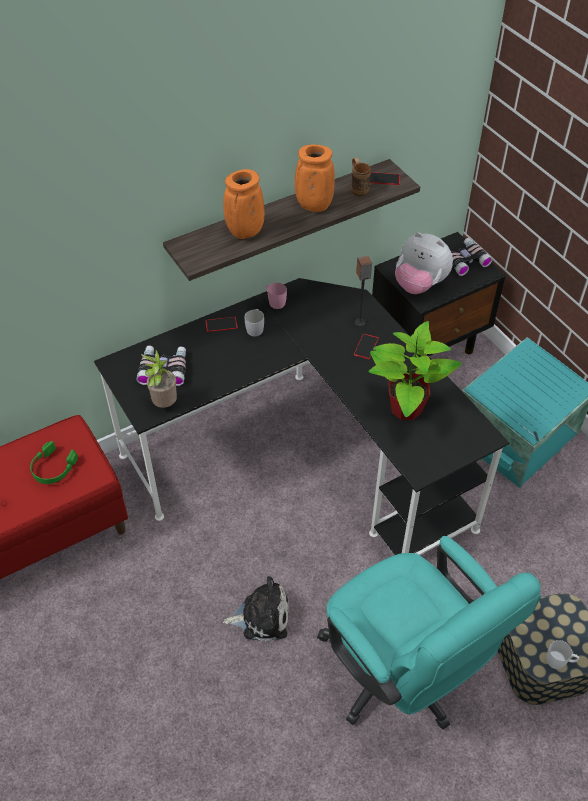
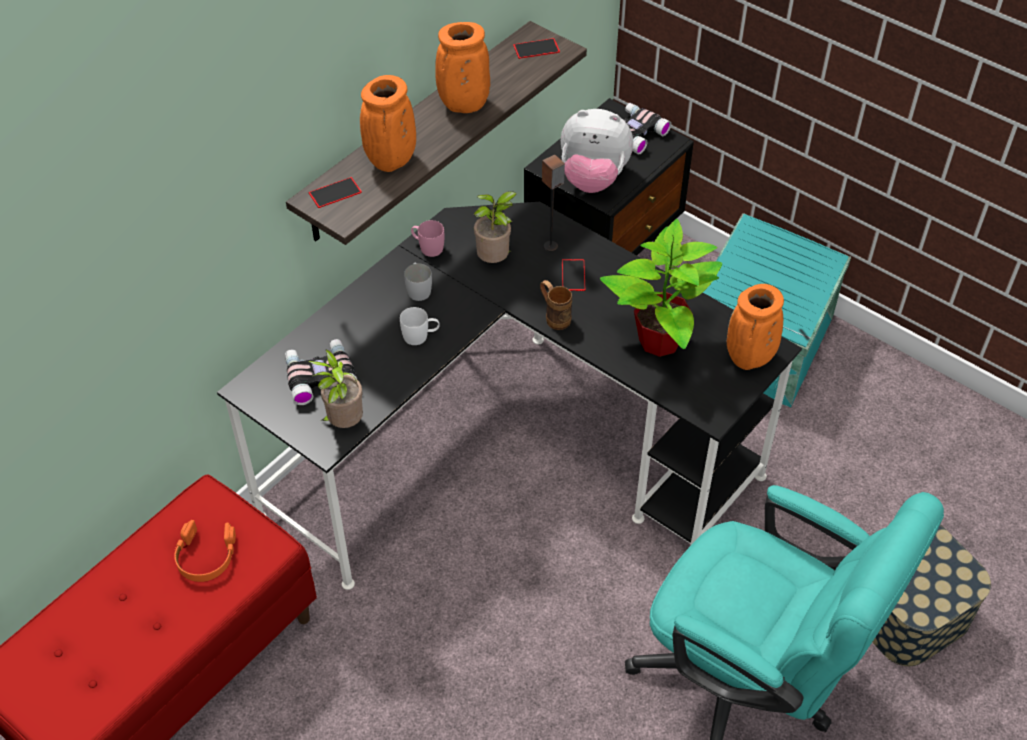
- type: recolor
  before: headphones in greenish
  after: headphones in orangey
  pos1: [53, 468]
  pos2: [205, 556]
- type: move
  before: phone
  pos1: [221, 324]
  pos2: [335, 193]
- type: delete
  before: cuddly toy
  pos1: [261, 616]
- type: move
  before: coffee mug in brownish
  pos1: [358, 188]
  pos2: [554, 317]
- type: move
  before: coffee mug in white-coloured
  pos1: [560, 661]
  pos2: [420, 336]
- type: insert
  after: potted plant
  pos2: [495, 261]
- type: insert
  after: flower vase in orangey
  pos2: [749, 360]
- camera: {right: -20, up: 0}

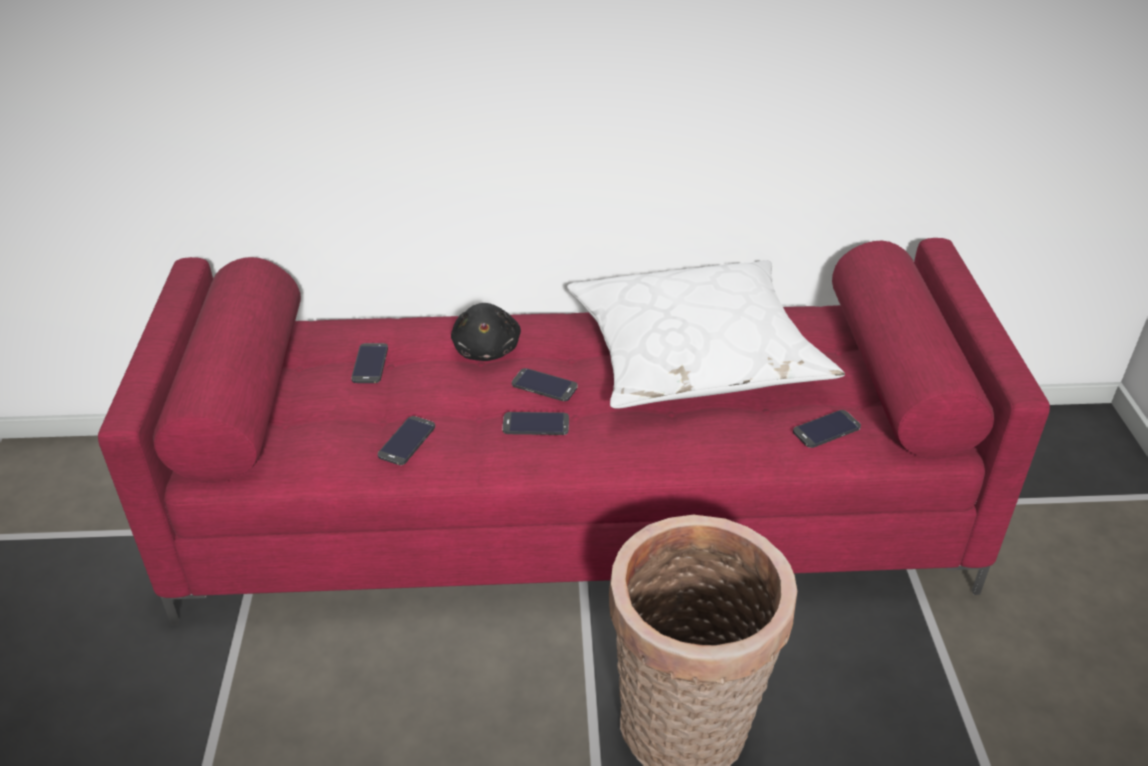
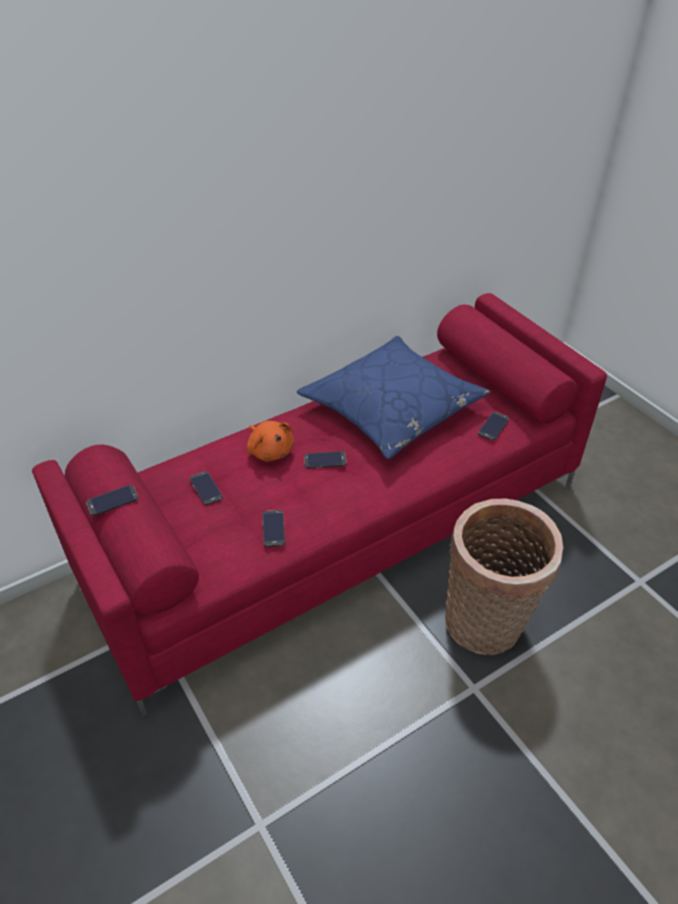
- type: recolor
  before: cuddly toy in black-coloured
  after: cuddly toy in orangey
  pos1: [487, 349]
  pos2: [270, 450]
- type: move
  before: phone
  pos1: [536, 424]
  pos2: [112, 500]
- type: recolor
  before: cushion in white-coloured
  after: cushion in blue
  pos1: [695, 354]
  pos2: [392, 408]
- camera: {right: -30, up: 5}

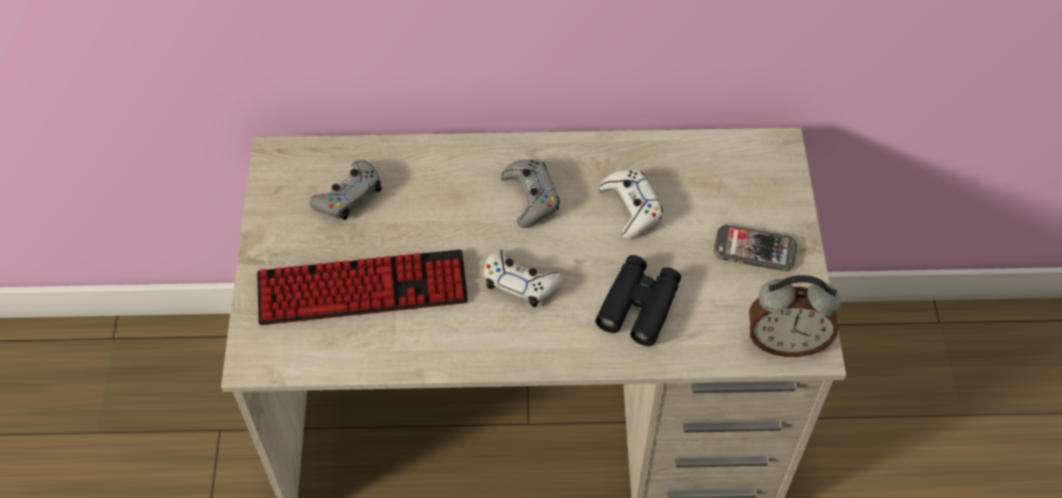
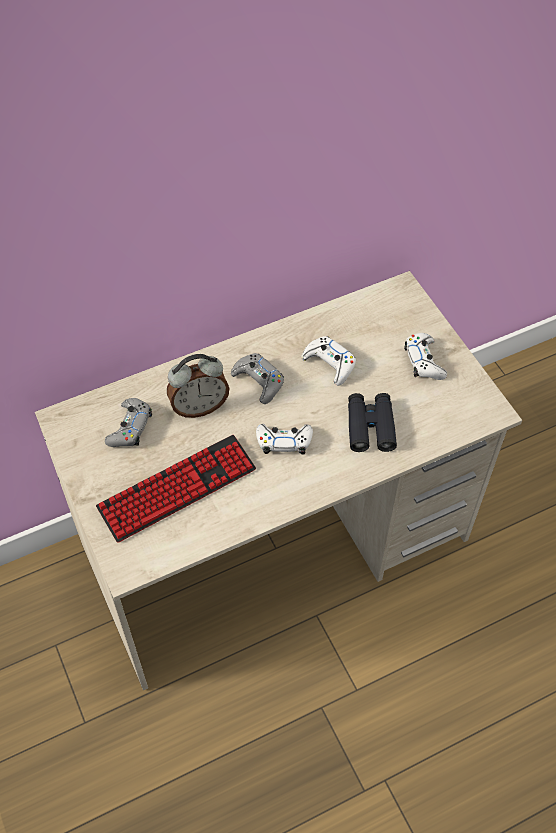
- type: replace
  before: phone
  after: joypad in white-coloured
  pos1: [755, 249]
  pos2: [424, 361]
- type: move
  before: alarm clock
  pos1: [785, 342]
  pos2: [199, 406]
- camera: {right: -25, up: 0}

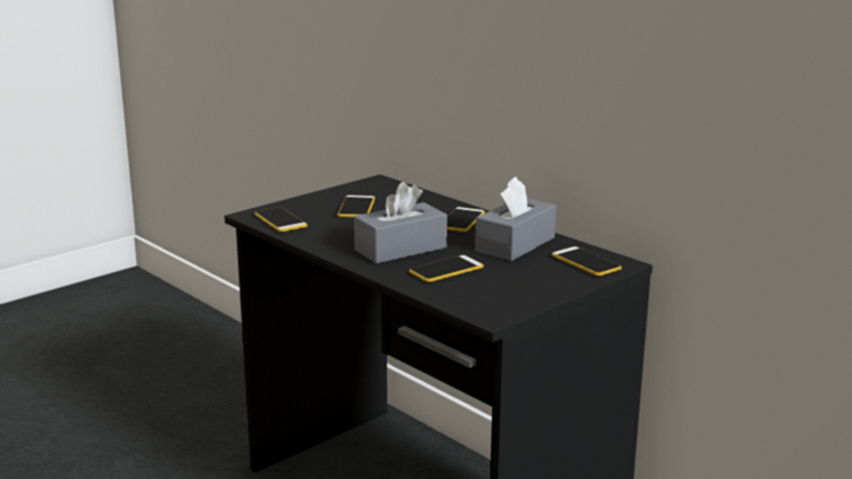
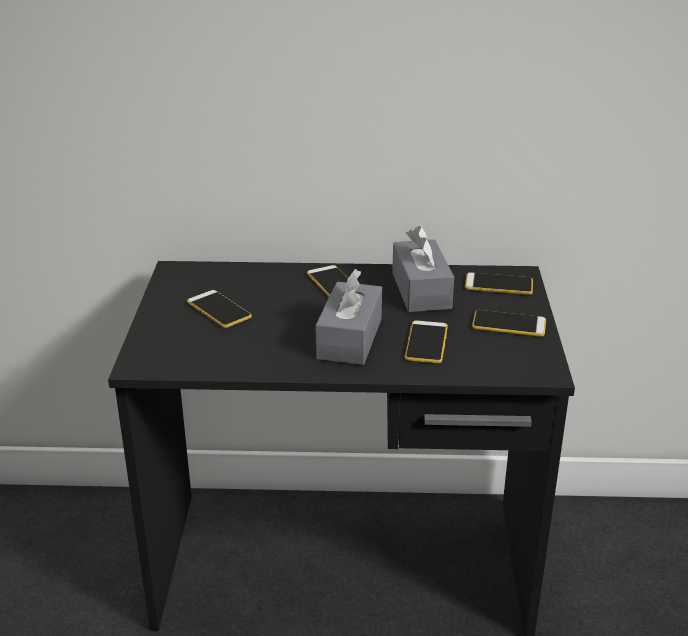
- type: move
  before: phone
  pos1: [280, 220]
  pos2: [509, 324]
- camera: {right: -45, up: 10}

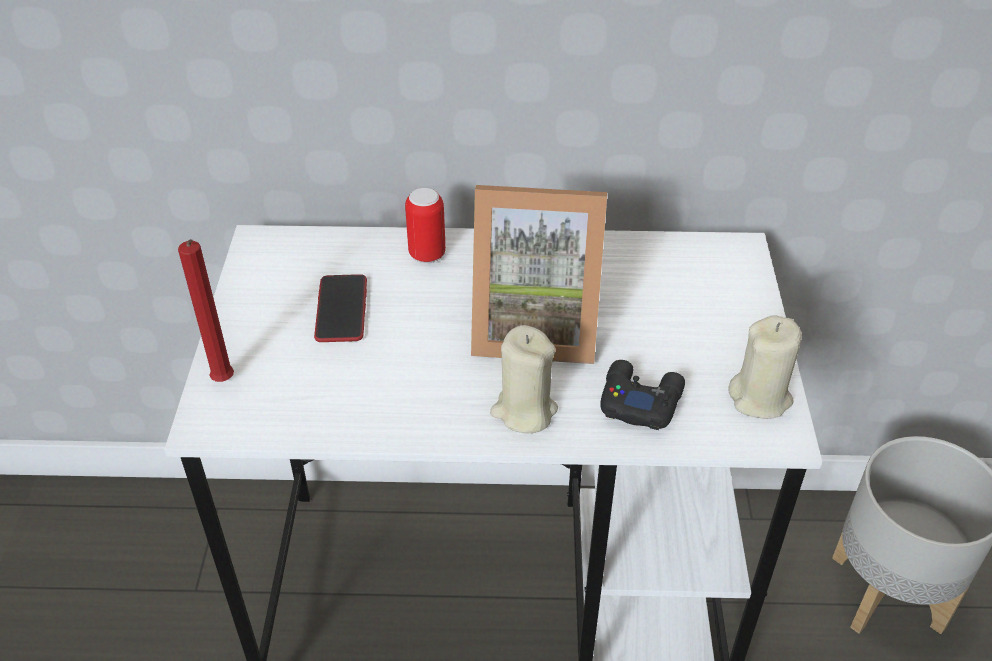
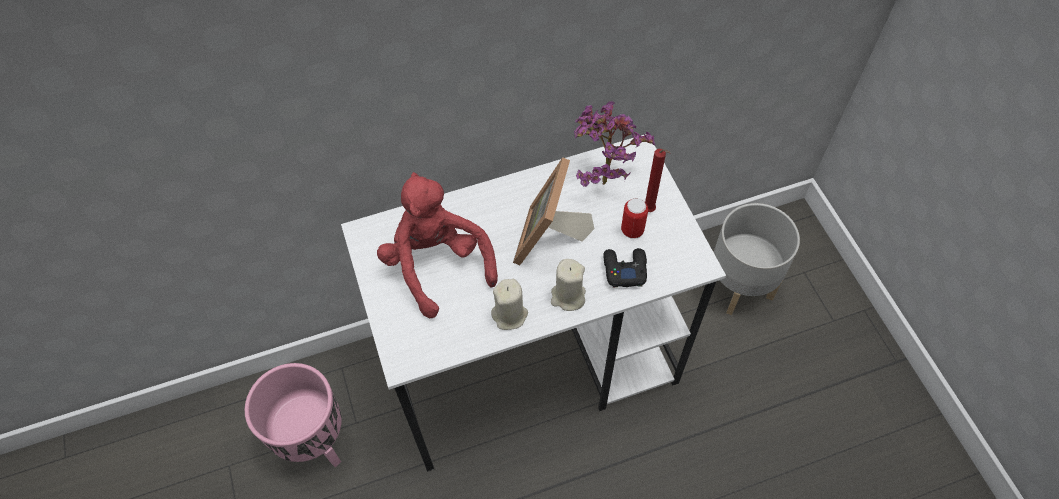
- type: move
  before: wax light in red-coloured
  pos1: [224, 383]
  pos2: [650, 211]
- type: replace
  before: phone
  after: cuddly toy in red-coloured
  pos1: [341, 309]
  pos2: [437, 264]
- type: move
  before: sealed can
  pos1: [427, 254]
  pos2: [632, 230]
- type: rotate
  before: standing frame
  pos1: [535, 327]
  pos2: [550, 240]
  turn: 120
- type: move
  before: wax light in beige
  pos1: [760, 398]
  pos2: [510, 315]
- type: insert
  after: planter in pink
  pos2: [316, 441]
- type: insert
  after: potted plant
  pos2: [603, 176]
- camera: {right: -20, up: 15}

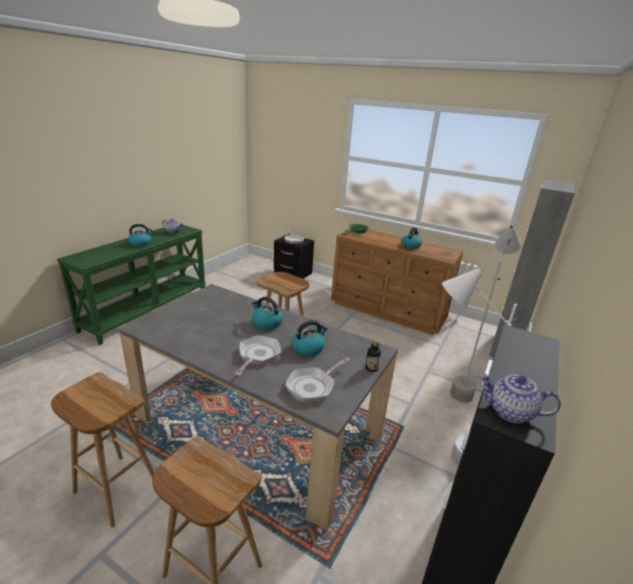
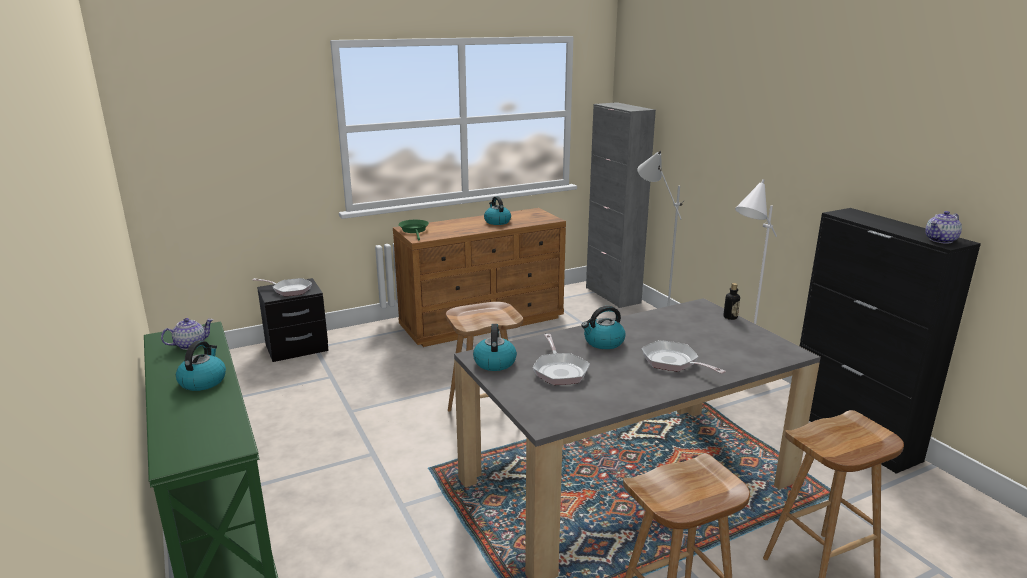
- type: move
  before: pan
  pos1: [313, 386]
  pos2: [559, 370]
- type: move
  before: kettle
  pos1: [308, 348]
  pos2: [494, 362]
- camera: {right: -55, up: -5}

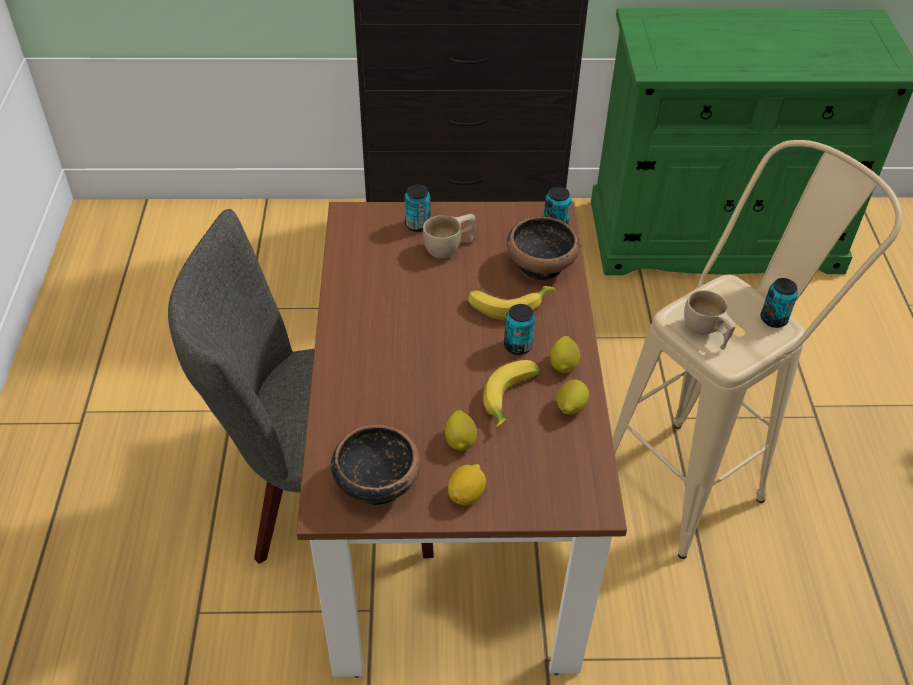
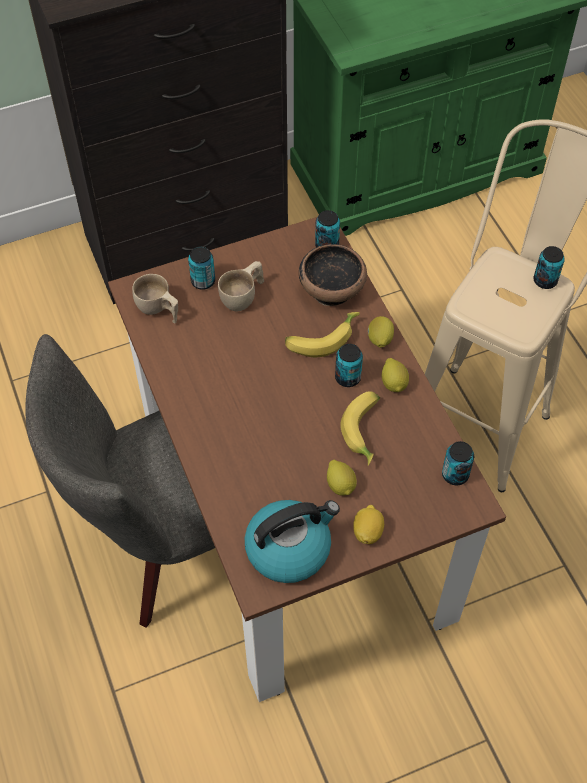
- type: replace
  before: bowl
  after: kettle
  pos1: [376, 483]
  pos2: [289, 548]
- type: move
  before: lemon
  pos1: [570, 407]
  pos2: [379, 340]
- type: move
  before: cup in beige
  pos1: [706, 332]
  pos2: [158, 310]
- type: insert
  after: sealed can
  pos2: [455, 474]
- camera: {right: -20, up: 10}

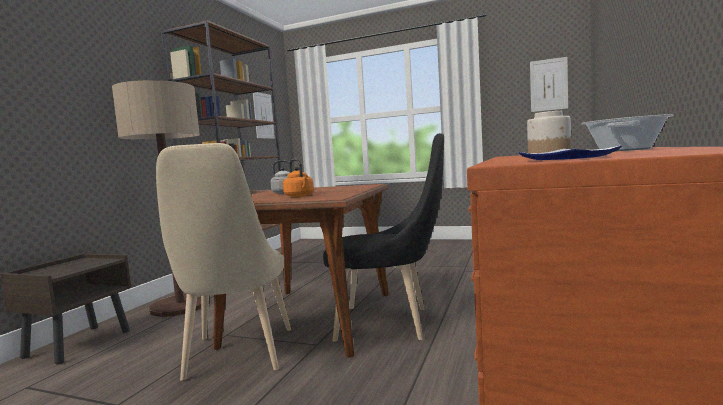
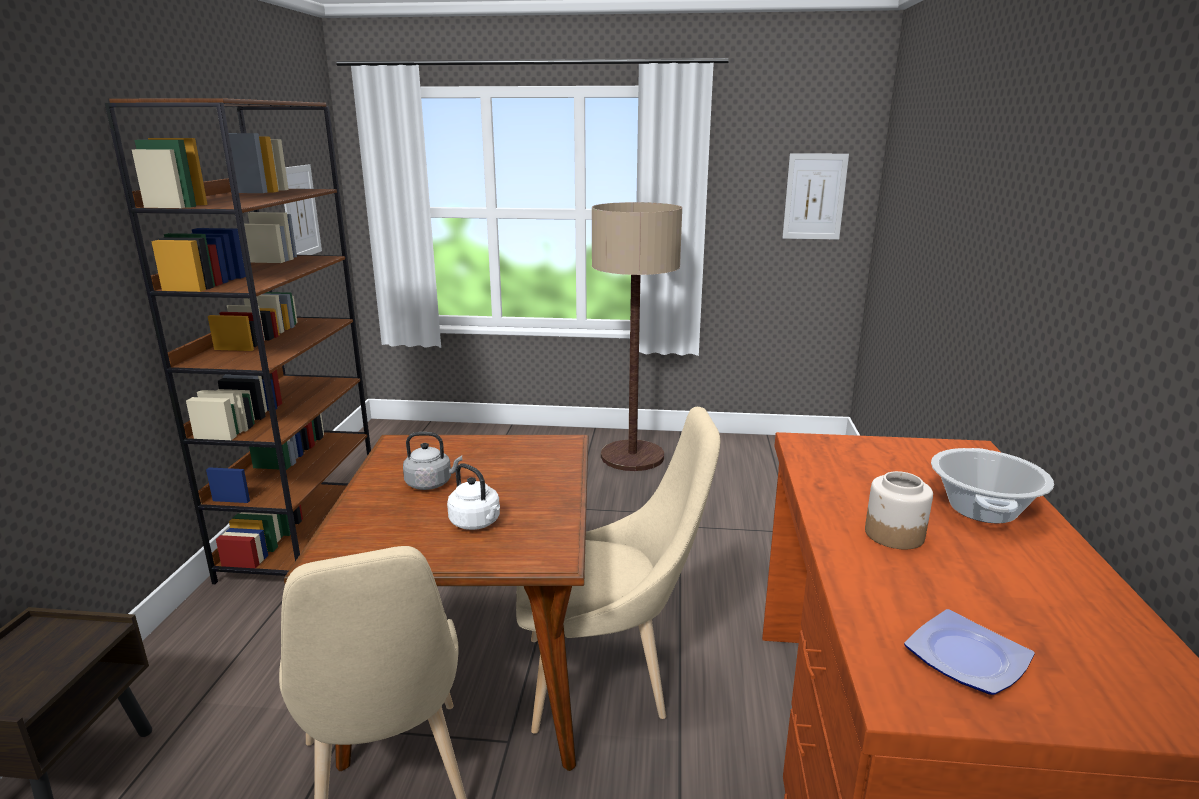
- type: move
  before: standard lamp
  pos1: [180, 306]
  pos2: [632, 457]
- type: recolor
  before: kettle in orangey
  after: kettle in white-coloured
  pos1: [300, 196]
  pos2: [477, 523]
- type: recolor
  before: plain chair in black-coloured
  after: plain chair in beige
  pos1: [390, 324]
  pos2: [606, 678]
- camera: {right: -15, up: 15}

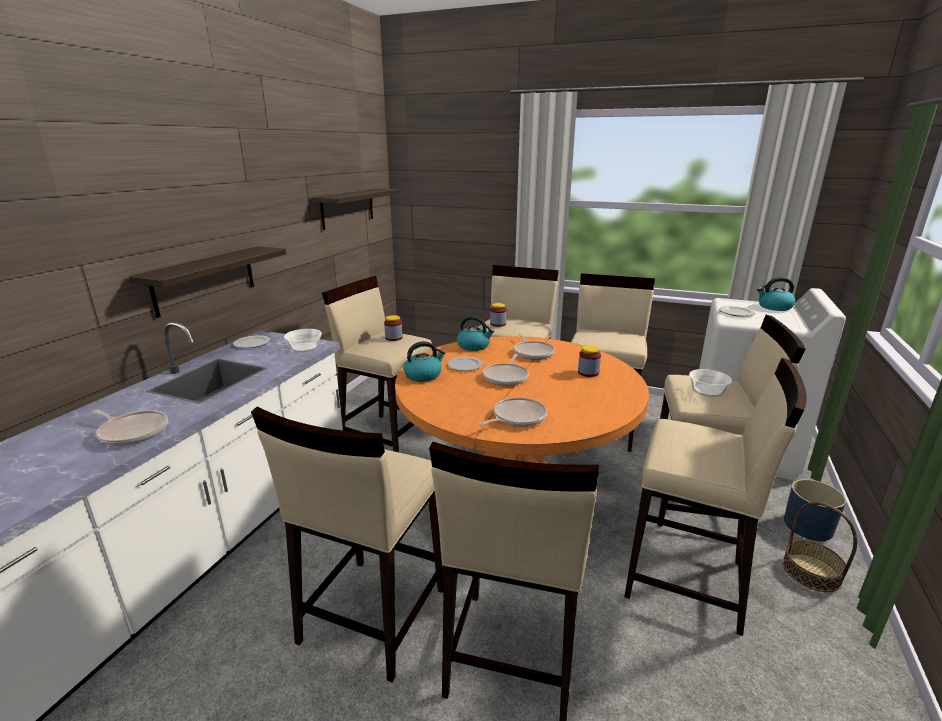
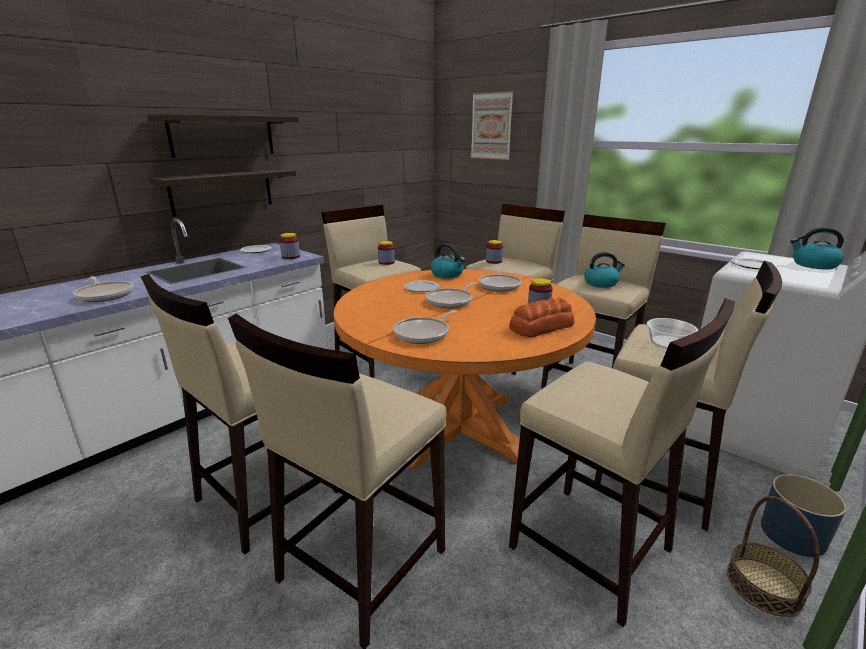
- type: replace
  before: bowl
  after: preserve jar
  pos1: [304, 347]
  pos2: [291, 257]
- type: move
  before: shelf
  pos1: [347, 208]
  pos2: [223, 136]
- type: move
  before: kettle
  pos1: [423, 375]
  pos2: [601, 283]
- type: rotate
  before: pan
  pos1: [517, 417]
  pos2: [424, 334]
  turn: 150
- type: insert
  after: wall picture
  pos2: [491, 126]
- type: insert
  after: bread
  pos2: [540, 327]
- camera: {right: 20, up: 0}

